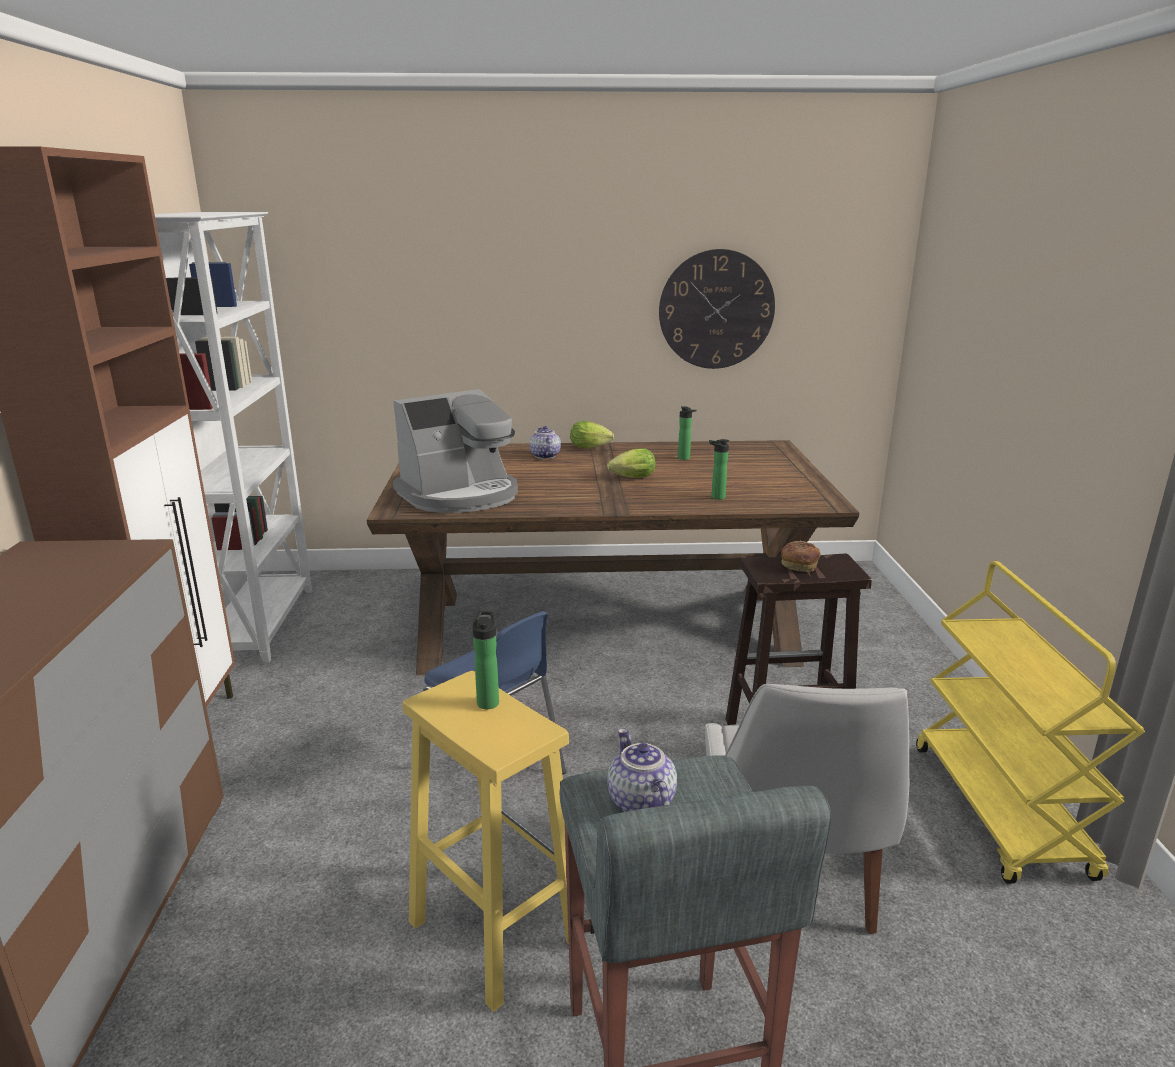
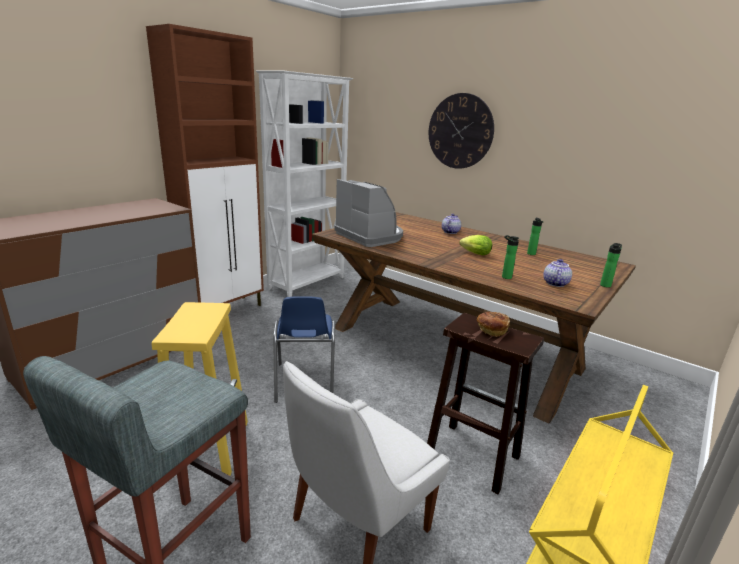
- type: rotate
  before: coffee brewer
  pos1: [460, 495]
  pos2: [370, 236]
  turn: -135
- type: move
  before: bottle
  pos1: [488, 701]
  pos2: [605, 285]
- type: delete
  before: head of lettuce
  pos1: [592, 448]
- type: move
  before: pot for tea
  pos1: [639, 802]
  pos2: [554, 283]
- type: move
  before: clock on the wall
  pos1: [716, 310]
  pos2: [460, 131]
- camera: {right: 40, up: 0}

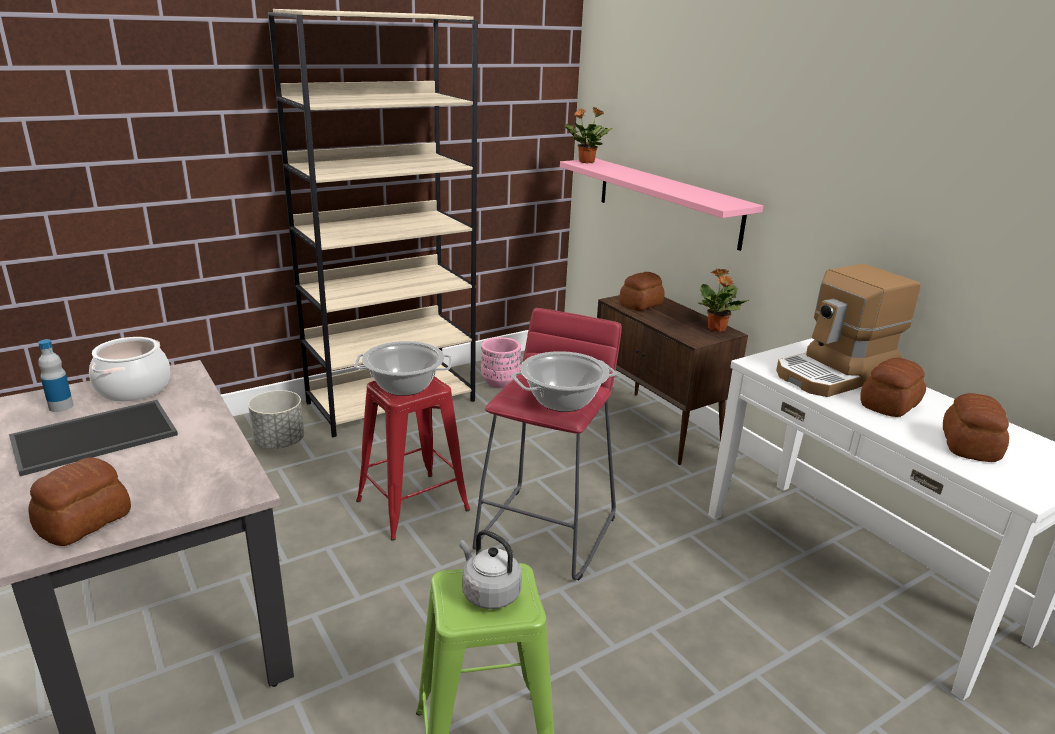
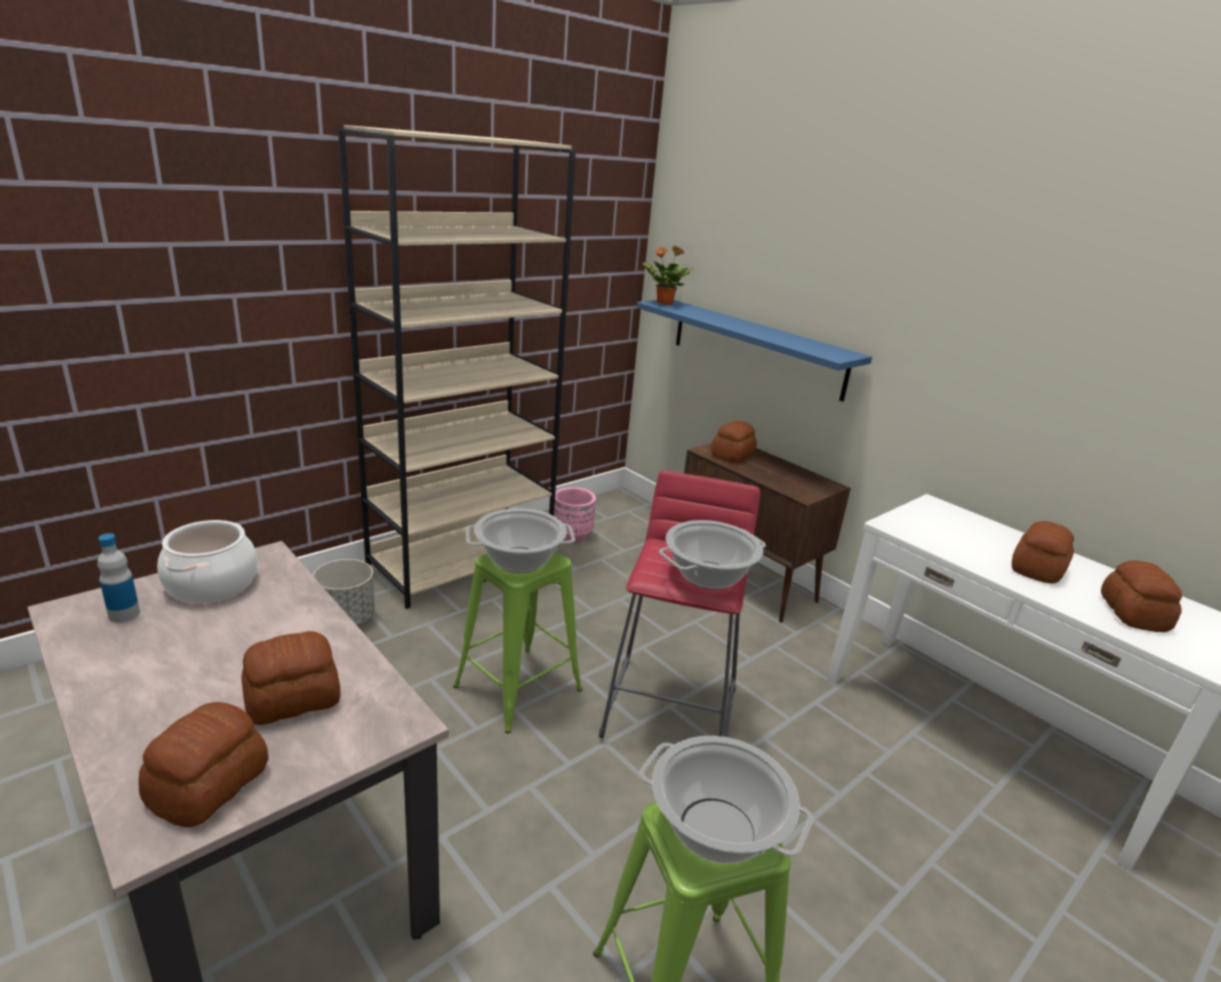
- type: delete
  before: tray
  pos1: [96, 435]
- type: recolor
  before: stool seat in red-coloured
  after: stool seat in greenish
  pos1: [413, 505]
  pos2: [519, 688]
- type: replace
  before: kettle in greyish
  after: saucepot
  pos1: [488, 593]
  pos2: [716, 830]
- type: recolor
  before: shelf in pink
  after: shelf in blue
  pos1: [667, 201]
  pos2: [756, 347]
- type: delete
  before: potted plant
  pos1: [716, 329]
- type: delete
  before: coffee brewer
  pos1: [836, 375]
- type: insert
  after: bread
  pos2: [294, 700]
- camera: {right: -10, up: 0}

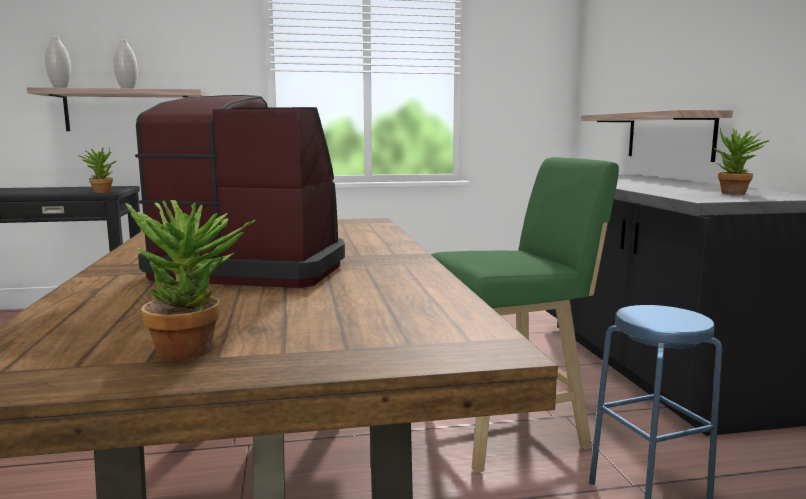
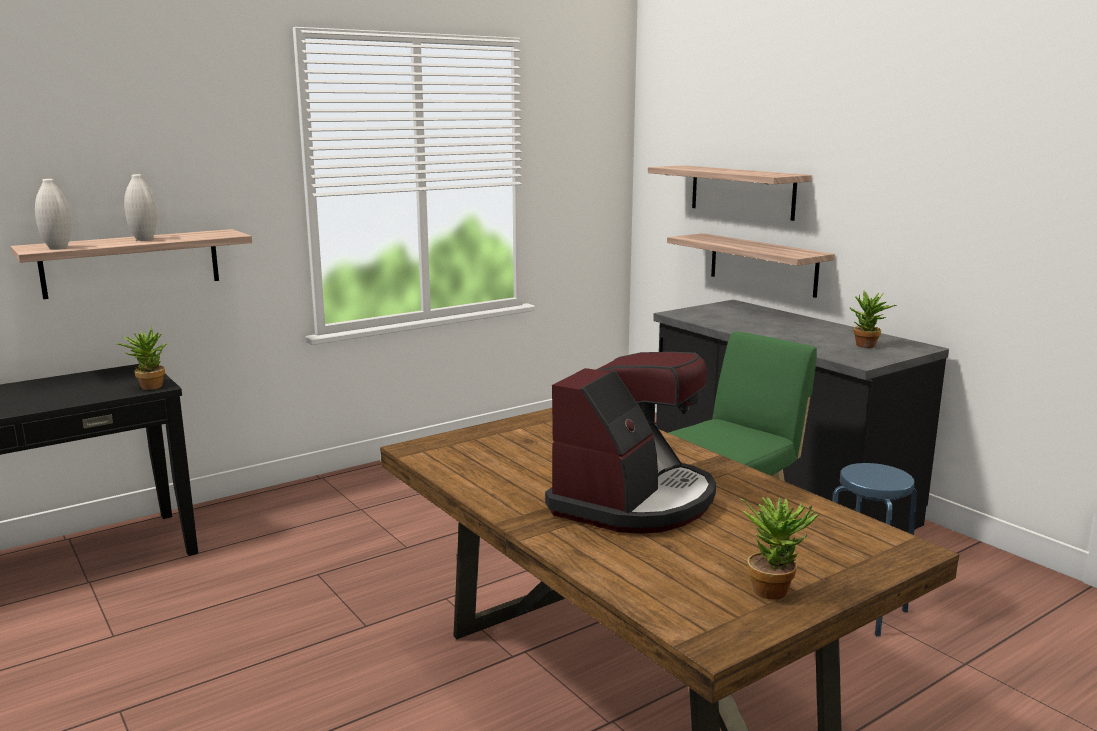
- type: rotate
  before: coffee brewer
  pos1: [253, 268]
  pos2: [634, 501]
  turn: 135
- type: insert
  after: shelf
  pos2: [742, 192]
- camera: {right: -25, up: 5}

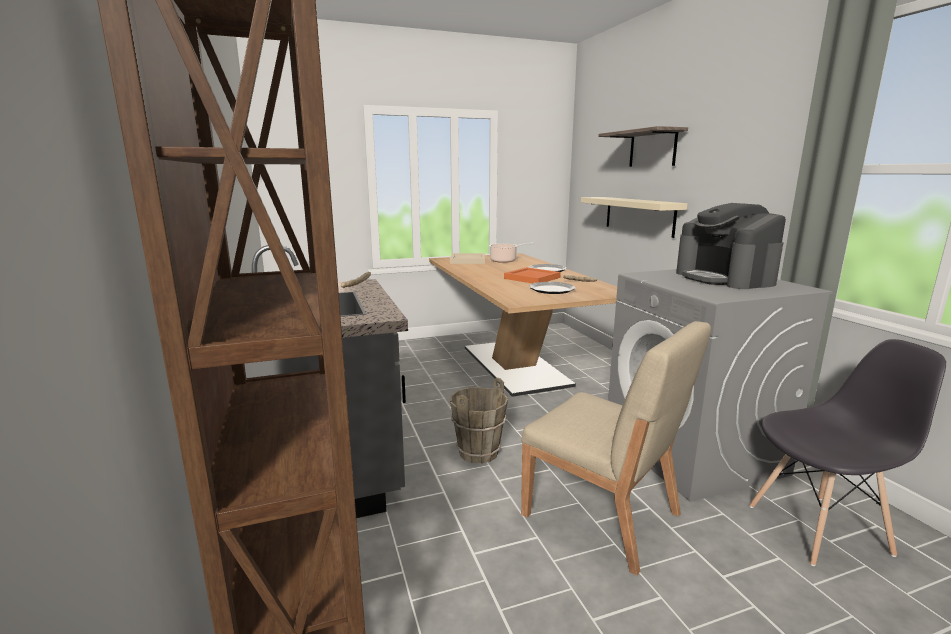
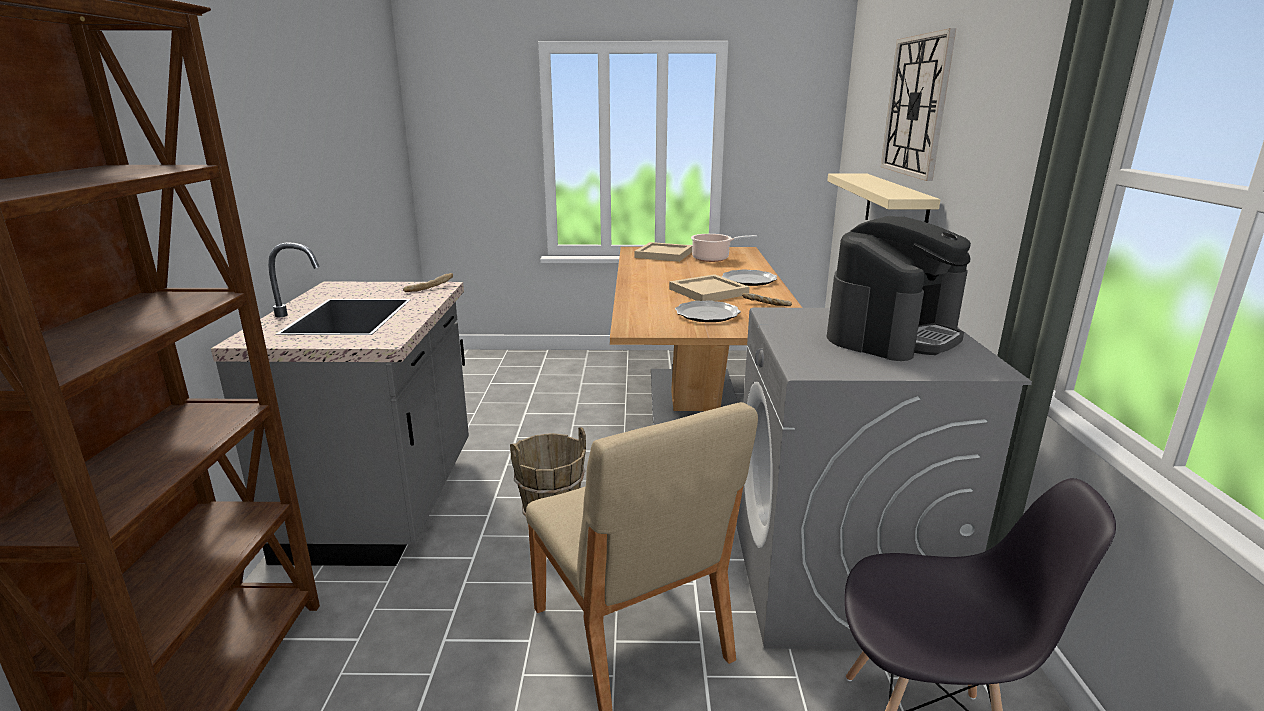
- type: recolor
  before: tray in orangey
  after: tray in beige
  pos1: [533, 278]
  pos2: [709, 292]
- type: replace
  before: shelf
  after: clock on the wall
  pos1: [652, 148]
  pos2: [916, 106]
- type: rotate
  before: coffee brewer
  pos1: [724, 278]
  pos2: [893, 334]
  turn: -135
- camera: {right: 20, up: 5}

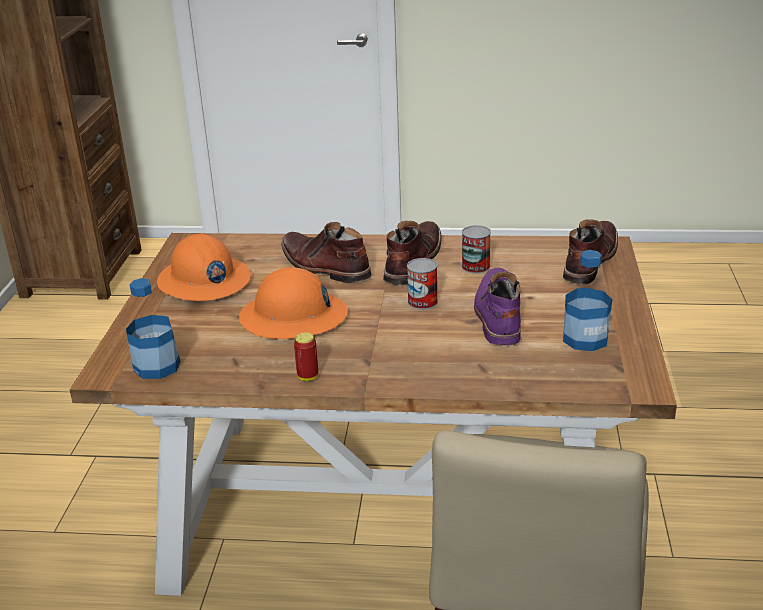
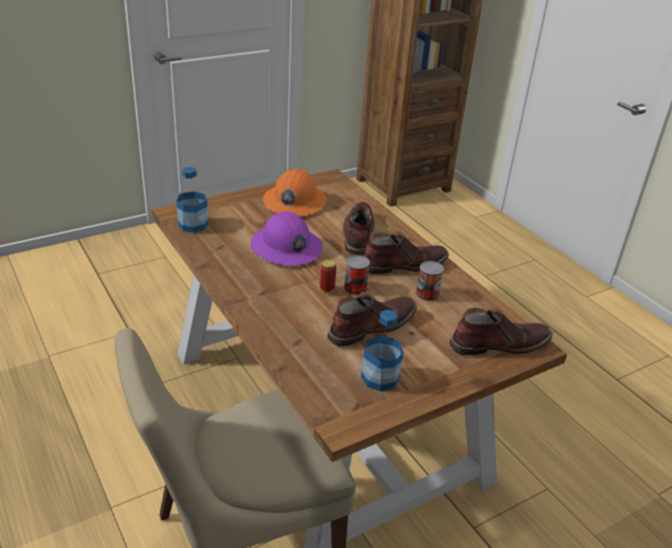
- type: recolor
  before: work helmet in orangey
  after: work helmet in purple-coloured
  pos1: [293, 318]
  pos2: [286, 247]
- type: move
  before: sealed can
  pos1: [308, 377]
  pos2: [327, 290]
- type: recolor
  before: tall boot in purple-coloured
  after: tall boot in brownish
  pos1: [498, 315]
  pos2: [371, 326]
- camera: {right: 50, up: 5}

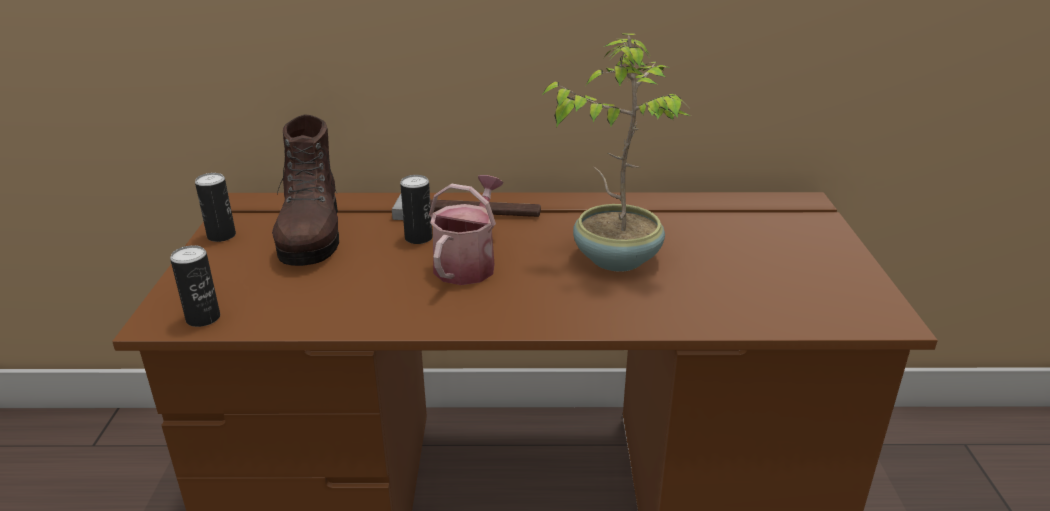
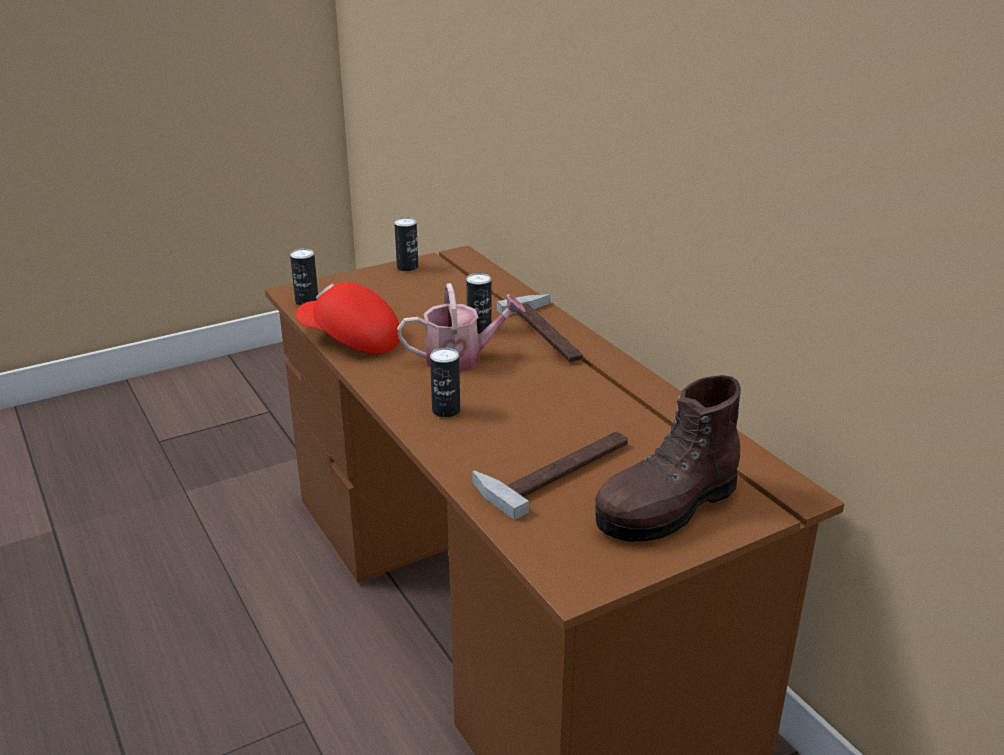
- type: move
  before: tall boot in brownish
  pos1: [311, 236]
  pos2: [667, 508]
- type: delete
  before: potted plant
  pos1: [616, 257]
- type: insert
  after: cap in red-coloured
  pos2: [350, 340]
- type: insert
  after: sealed can
  pos2: [446, 411]
- type: insert
  after: tool hammer
  pos2: [555, 469]
- camera: {right: 60, up: 0}

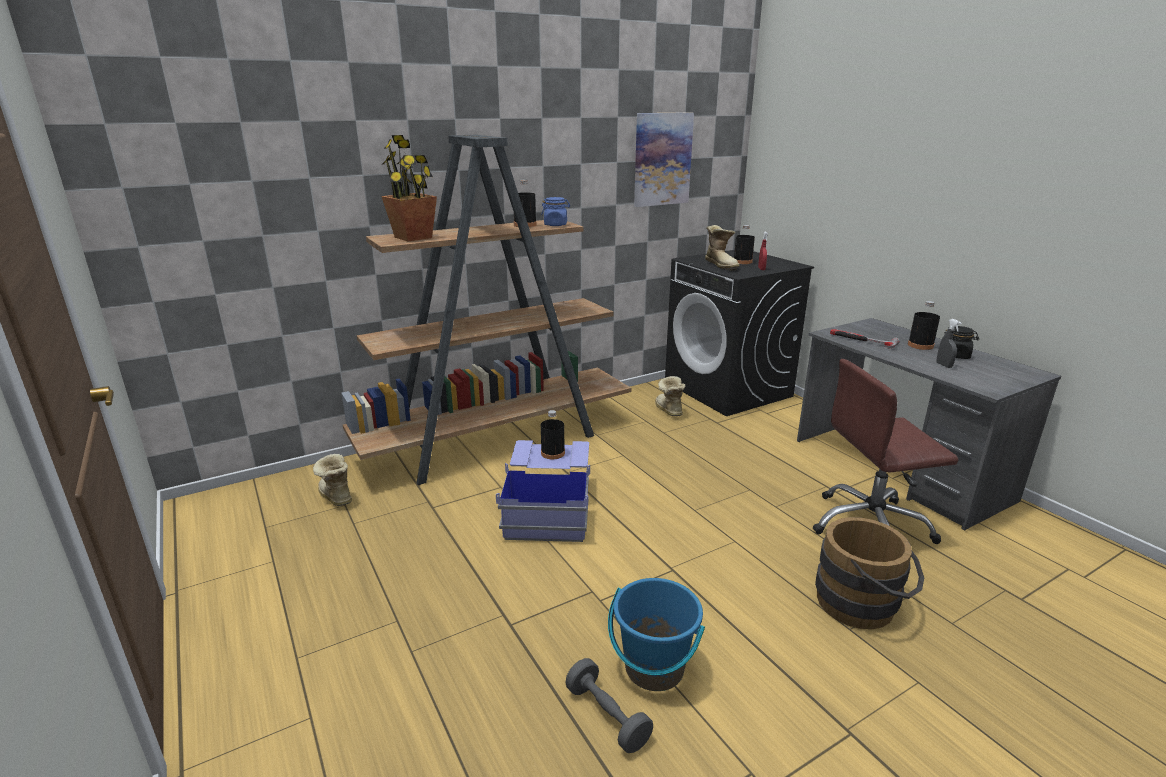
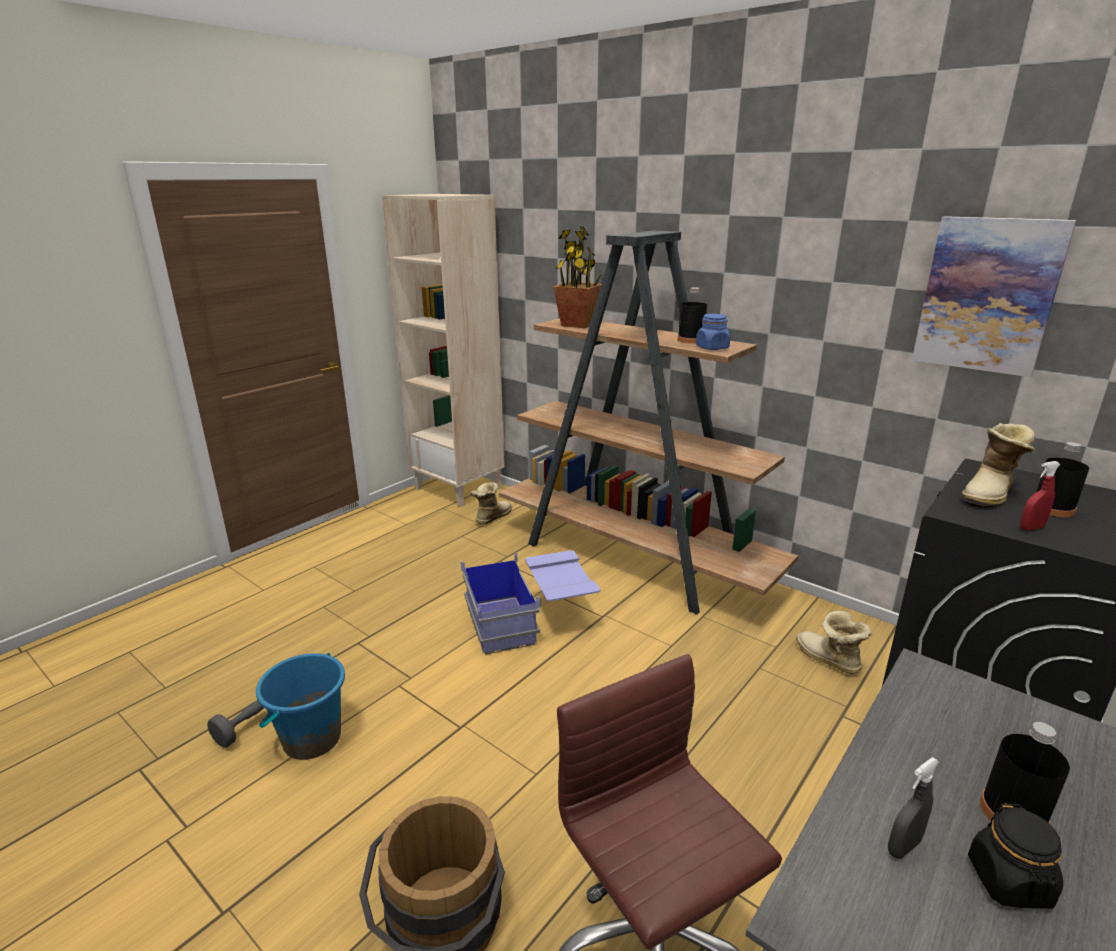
- type: delete
  before: bottle in black-coloured
  pos1: [553, 453]
- type: rotate
  before: tall boot
  pos1: [668, 410]
  pos2: [828, 660]
  turn: -90
- type: delete
  before: tool hammer
  pos1: [861, 341]
- type: insert
  after: shelving unit in beige
  pos2: [459, 488]
- camera: {right: 70, up: 0}

